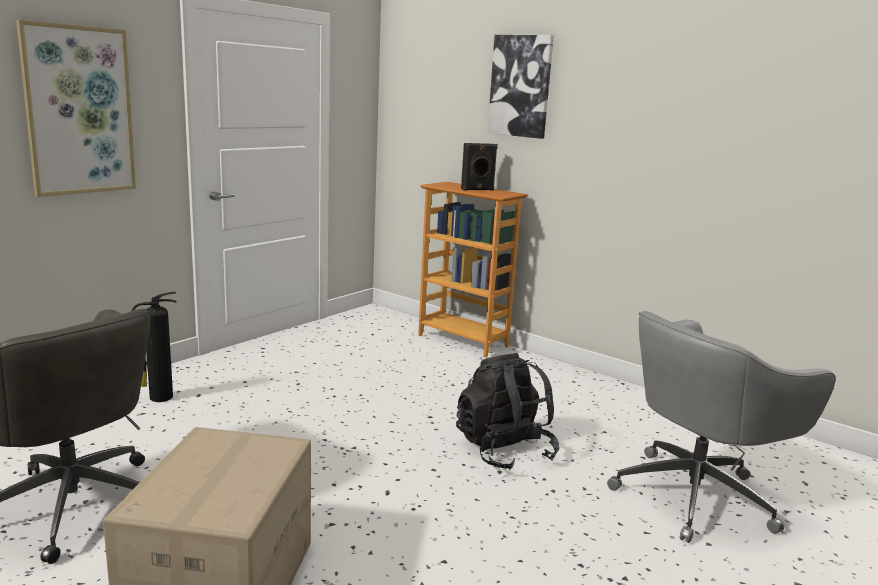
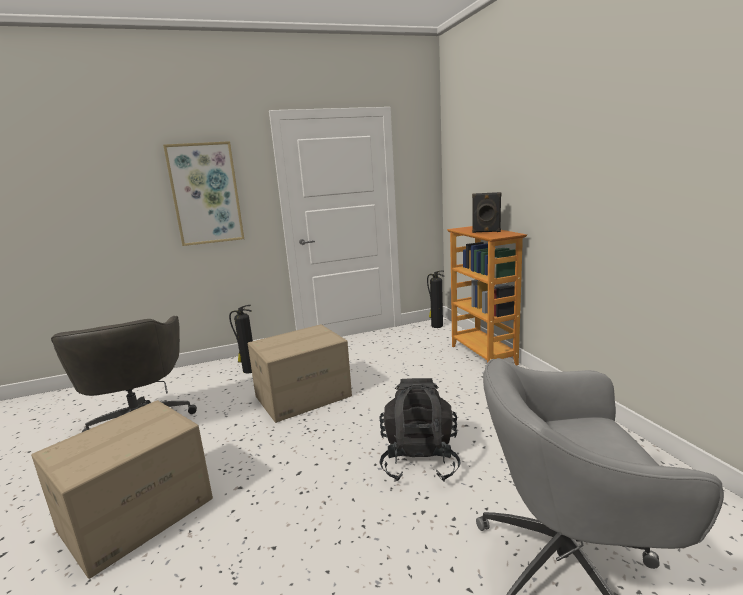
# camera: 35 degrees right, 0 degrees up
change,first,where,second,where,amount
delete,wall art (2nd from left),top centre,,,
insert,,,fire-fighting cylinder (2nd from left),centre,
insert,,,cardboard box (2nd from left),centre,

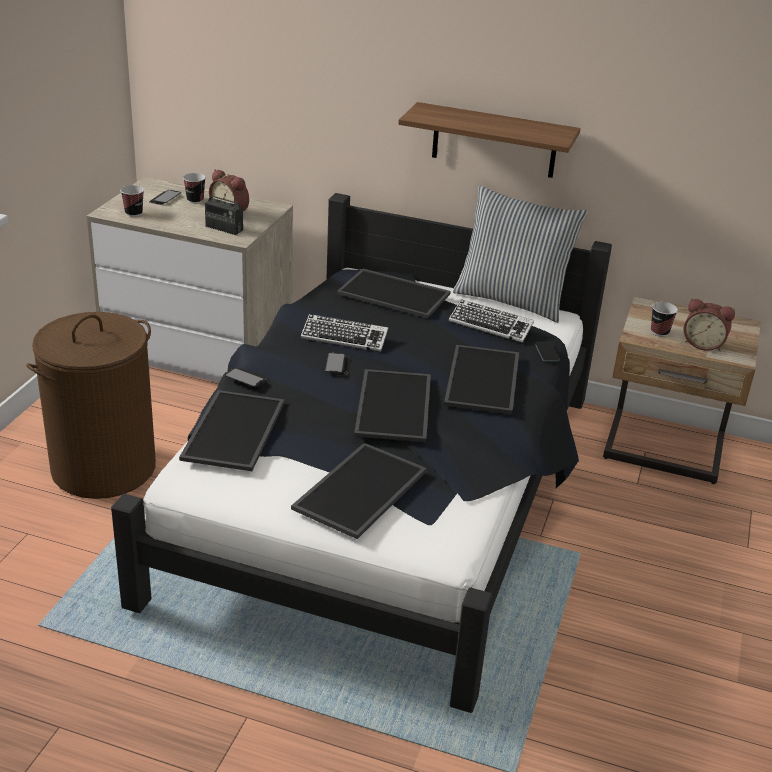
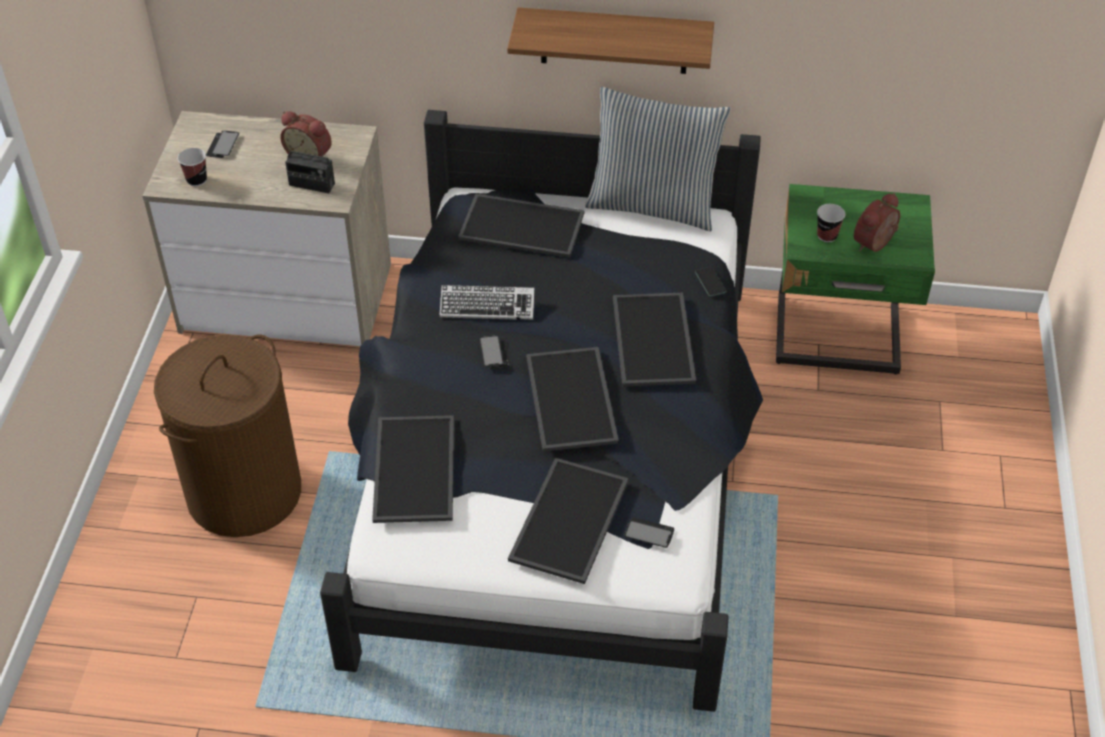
# camera: 10 degrees left, 15 degrees up
change,first,where,second,where,amount
delete,small cup (2nd from left),top left,,,
recolor,bedside table in sand-coloured,middle right,bedside table in green,middle right,
delete,PC keyboard (2nd from left),centre,,,
rotate,bedside clock (2nd from left),middle right,,top right,120 degrees clockwise
move,telephone (2nd from left in the first image),middle left,telephone (3rd from left),bottom centre,

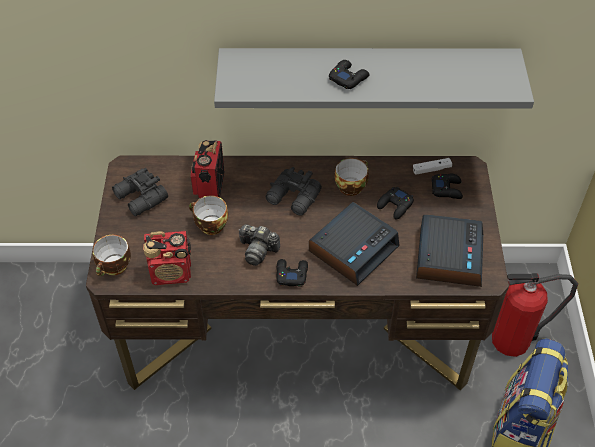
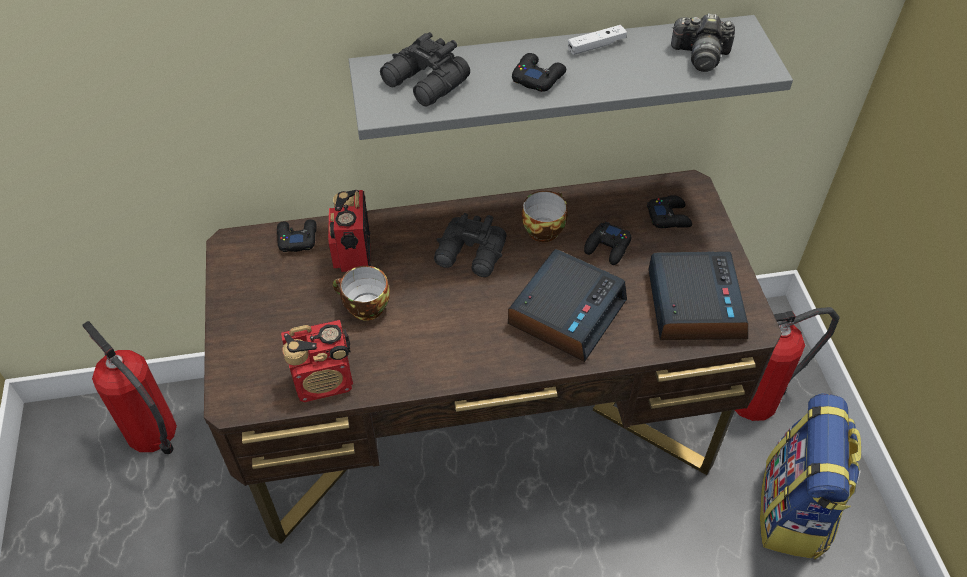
# camera: 10 degrees left, 0 degrees up
change,first,where,second,where,amount
move,joypad in whitish,middle right,,top centre,
move,pair of binoculars in black (1st from left),middle left,,top centre,
move,still camera,centre,,top right,
delete,small cup (1st from left),middle left,,,
move,joypad in black (1st from left),centre,,middle left,
insert,,,fire-fighting cylinder (1st from left),bottom left,

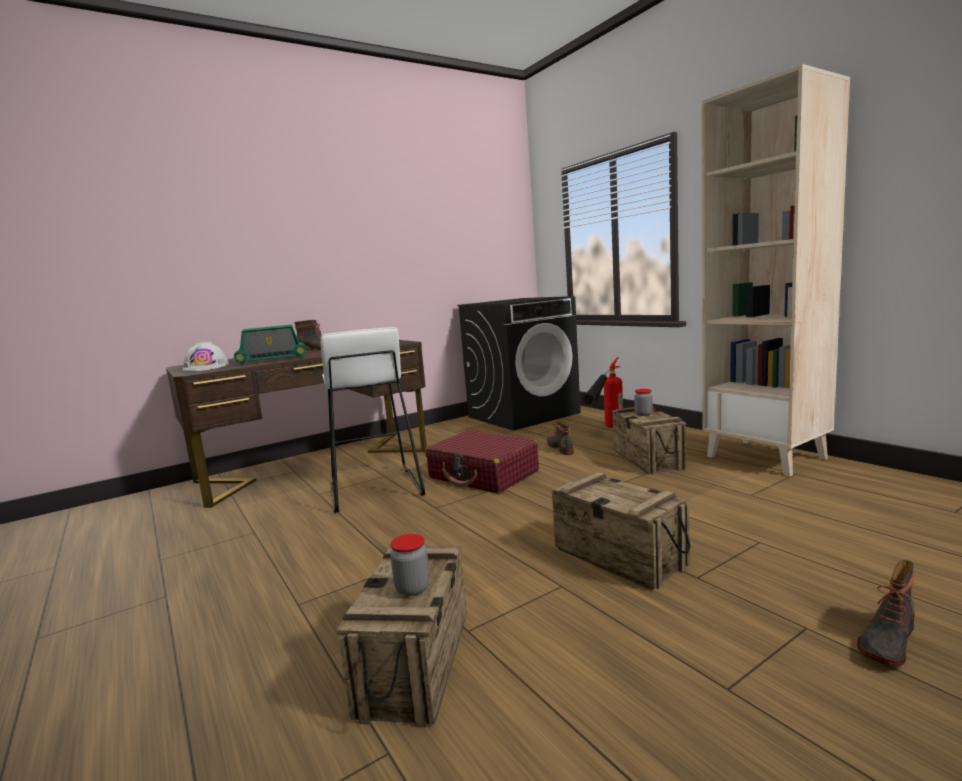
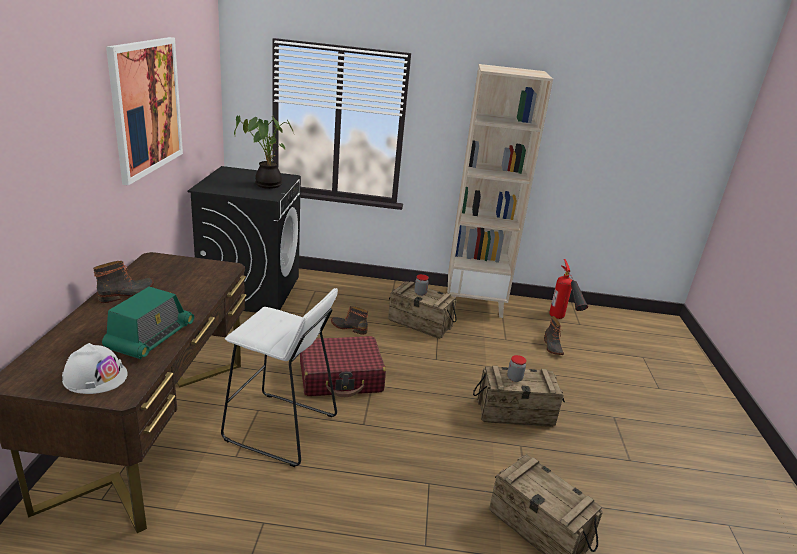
# camera: 55 degrees left, 15 degrees up
change,first,where,second,where,amount
move,fire-fighting cylinder,centre,,middle right,
move,storage jar (1st from left in the first image),bottom centre,storage jar (2nd from left),centre,
move,tall boot (3rd from left),bottom right,,middle right,
insert,,,wall art,top left,
insert,,,plant in a pot,top left,

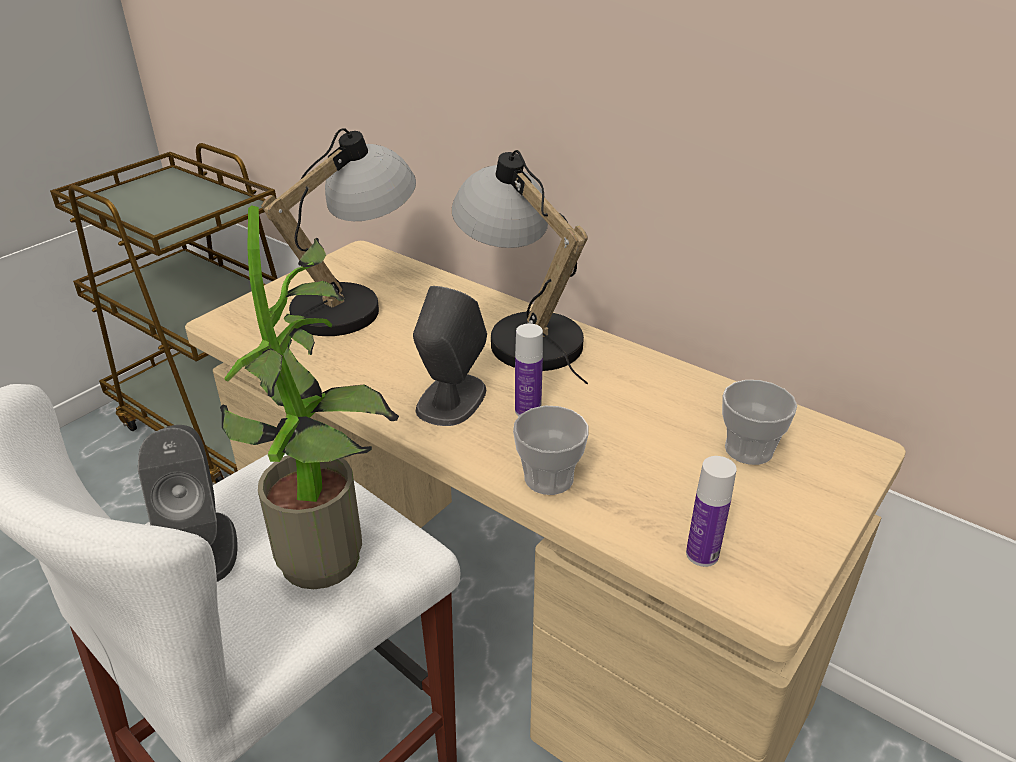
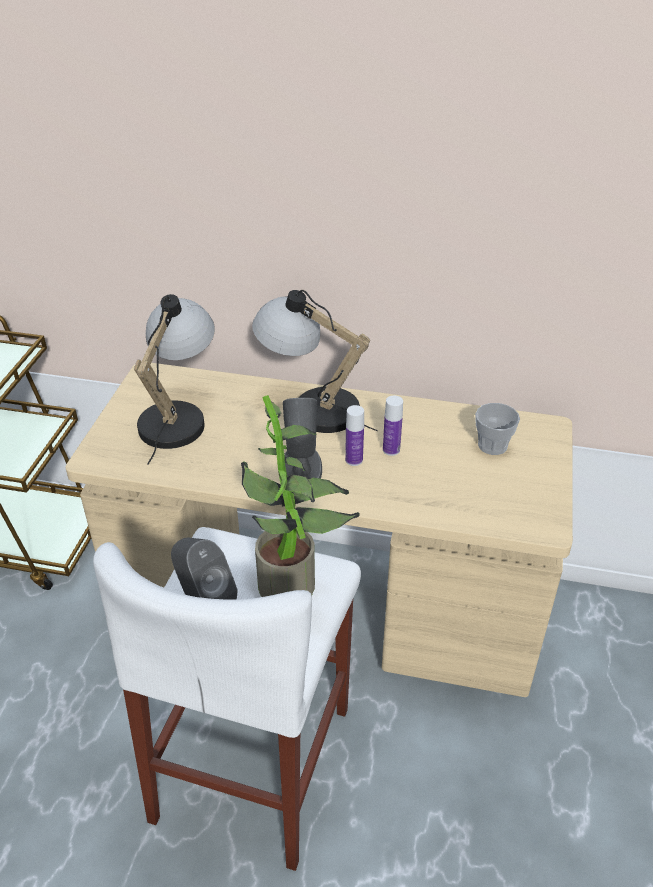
# camera: 25 degrees left, 5 degrees up
change,first,where,second,where,amount
delete,small cup (1st from left),centre,,,
move,beverage bottle (2nd from left),bottom right,,centre,

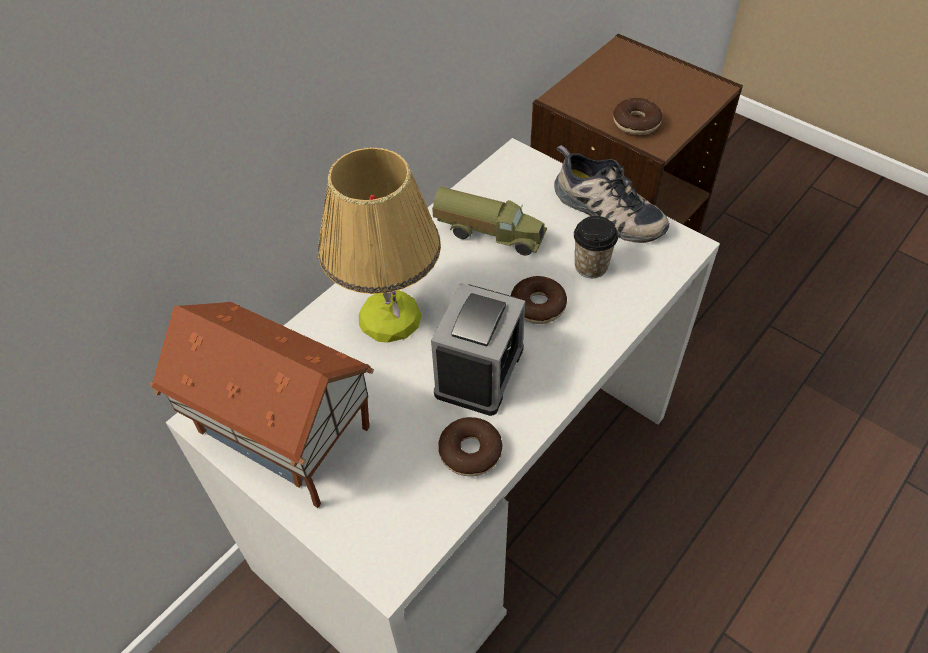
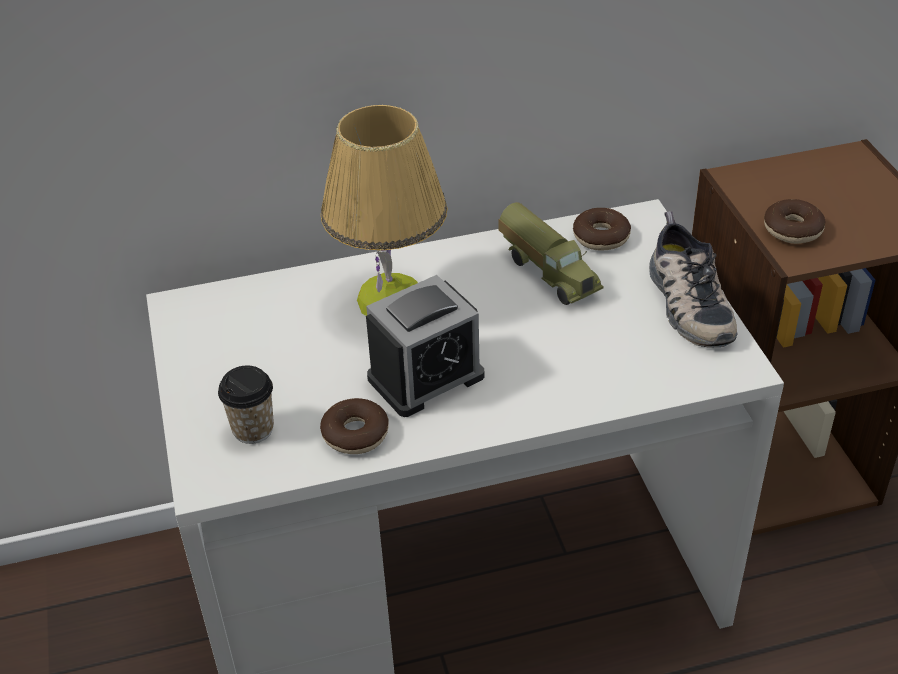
# camera: 35 degrees right, 10 degrees down
change,first,where,second,where,amount
move,small cup,centre,,middle left,
move,ring doughnut (2nd from left),centre,,middle right,
delete,toy house,middle left,,,

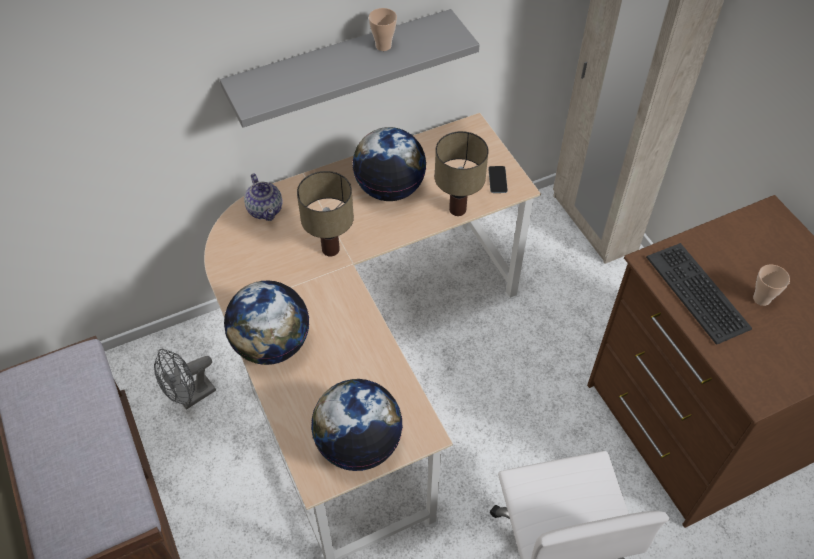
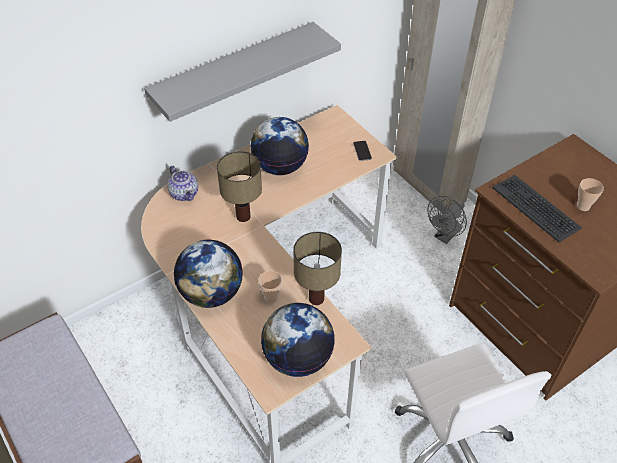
# camera: 10 degrees left, 5 degrees down
change,first,where,second,where,amount
move,small cup (1st from left),top centre,,centre,
move,tabletop lamp (2nd from left),top centre,,centre,
move,cooling fan in gray,bottom left,,middle right,

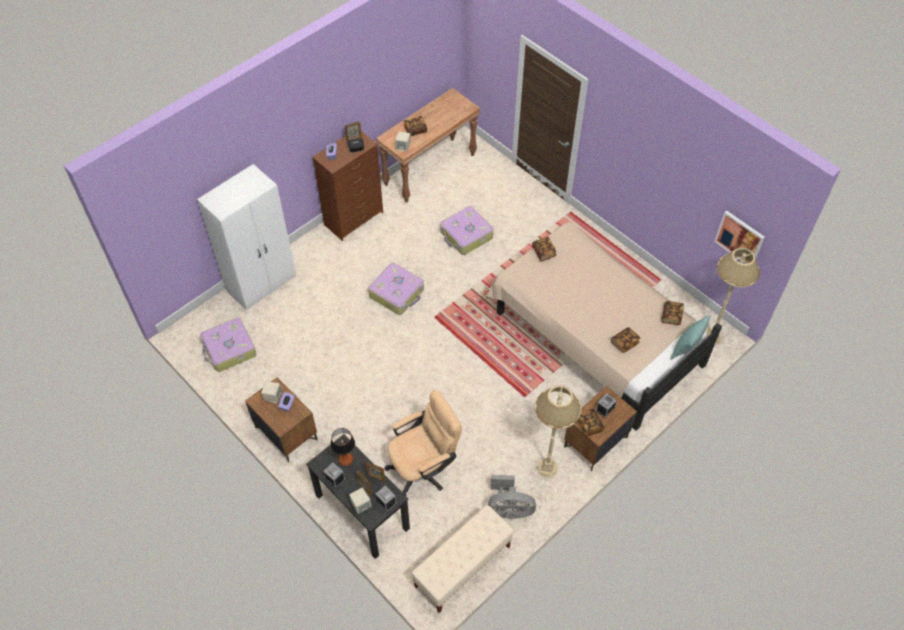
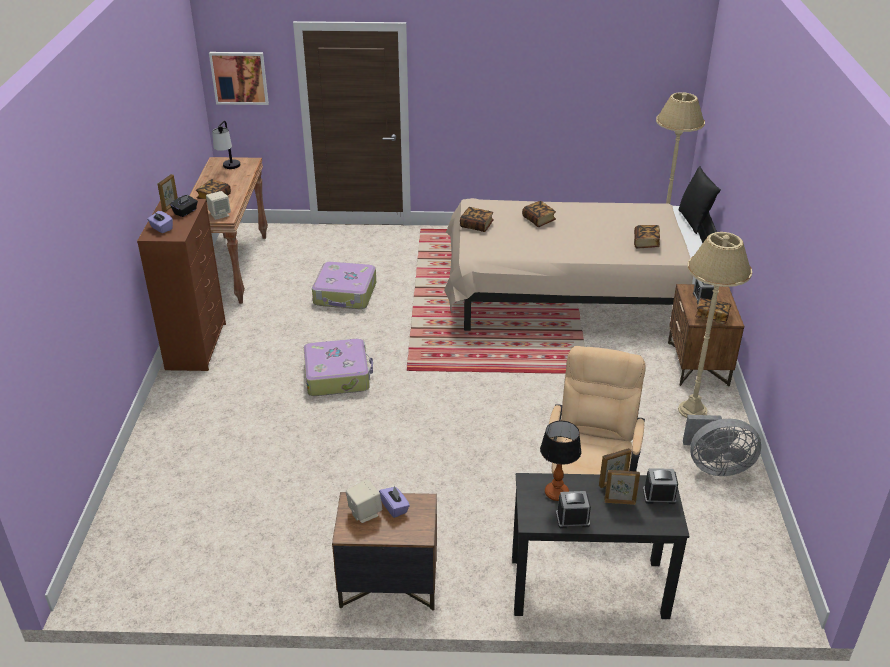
# camera: 45 degrees left, 20 degrees down
change,first,where,second,where,amount
delete,clothes cupboard in whitish,middle left,,,
move,wall art,middle right,,top left,
move,volume (5th from left in the first image),middle right,volume (3rd from left),top centre,
recolor,throw pillow in turquoise,middle right,throw pillow in black,top right,
delete,suitcase (1st from left),middle left,,,
rotate,cooling fan in gray,bottom centre,,bottom right,45 degrees clockwise
delete,audio speaker in sand-coloured (2nd from left),bottom centre,,,
delete,bench in sand-coloured,bottom centre,,,
insert,,,tabletop lamp (1st from left),top left,

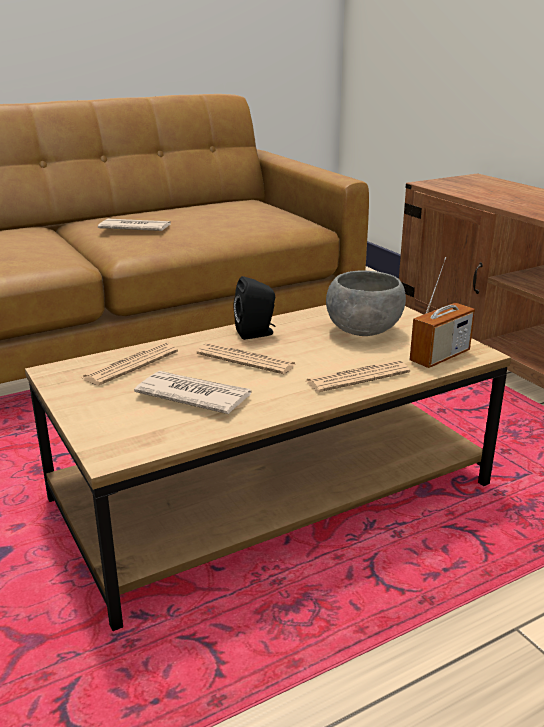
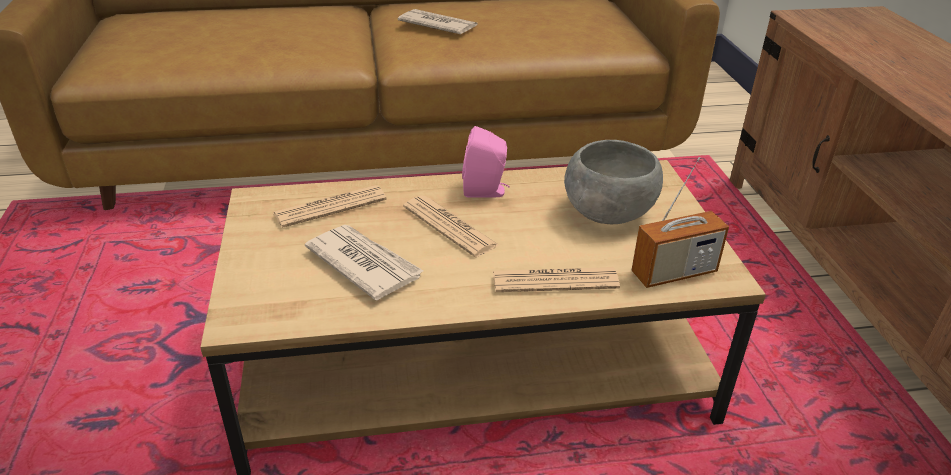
# camera: 20 degrees right, 10 degrees up
change,first,where,second,where,amount
recolor,audio speaker in black,centre,audio speaker in pinkish,centre,

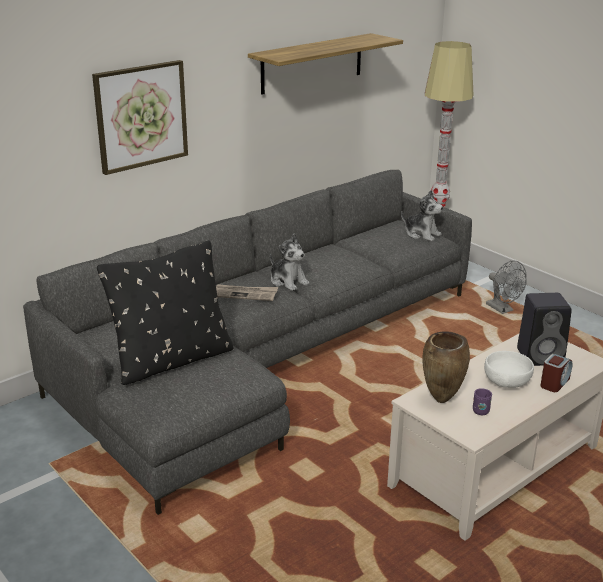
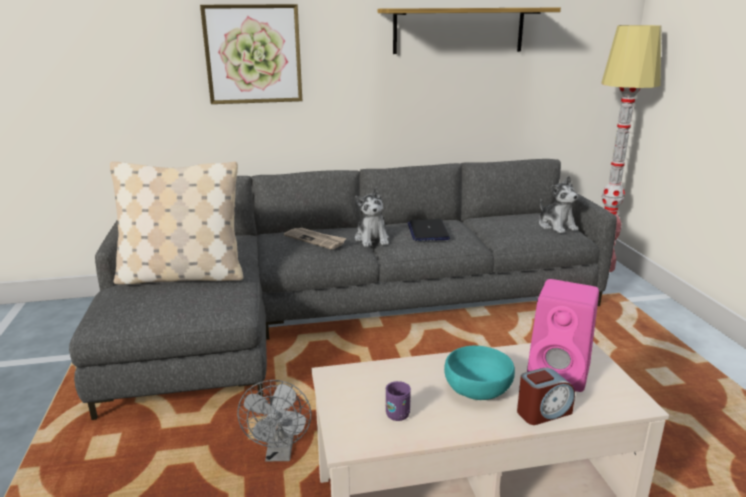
# camera: 30 degrees right, 5 degrees down
change,first,where,second,where,amount
recolor,throw pillow in black,middle left,throw pillow in sand-coloured,middle left,
move,cooling fan in gray,middle right,,bottom centre,
recolor,audio speaker in black,middle right,audio speaker in pinkish,bottom right,
delete,flower vase in brown,middle right,,,
recolor,bowl in whitish,middle right,bowl in turquoise,bottom centre,
insert,,,portable computer,centre,

